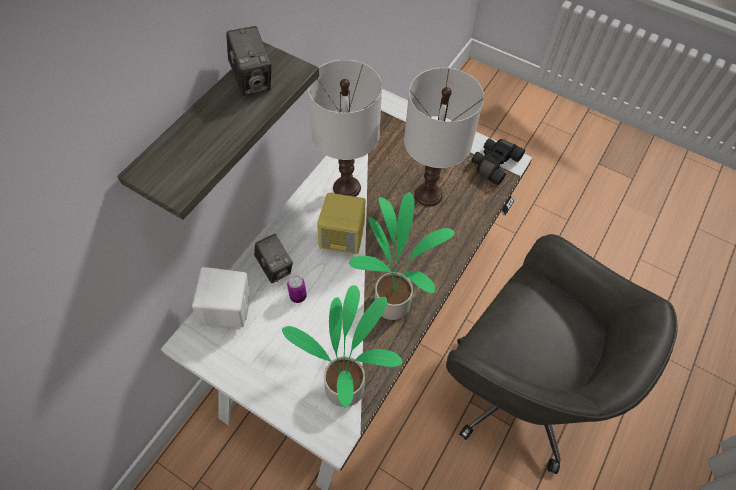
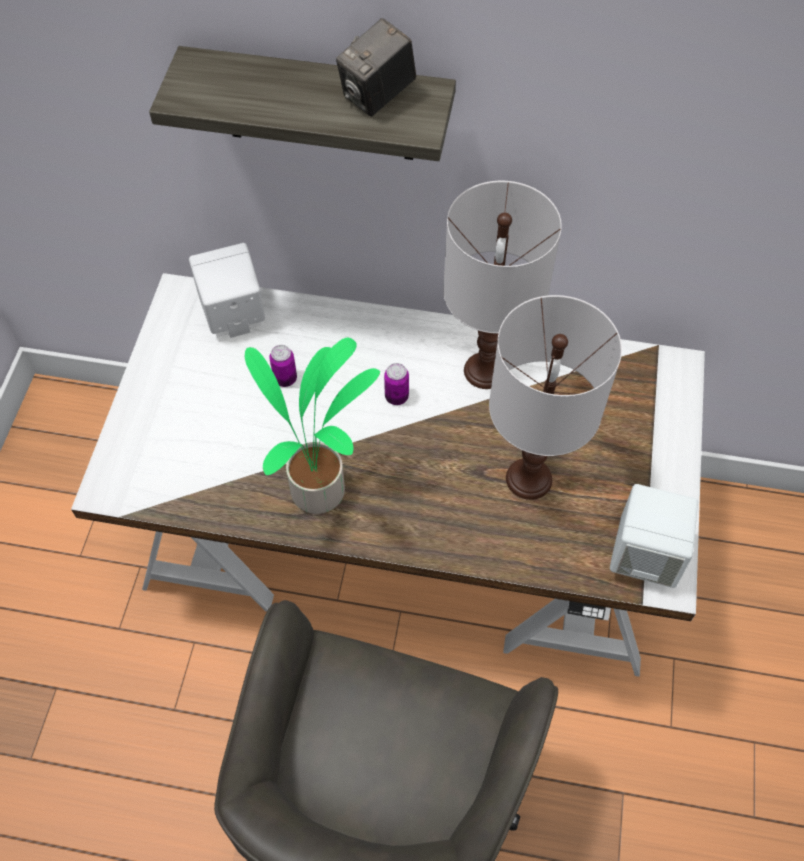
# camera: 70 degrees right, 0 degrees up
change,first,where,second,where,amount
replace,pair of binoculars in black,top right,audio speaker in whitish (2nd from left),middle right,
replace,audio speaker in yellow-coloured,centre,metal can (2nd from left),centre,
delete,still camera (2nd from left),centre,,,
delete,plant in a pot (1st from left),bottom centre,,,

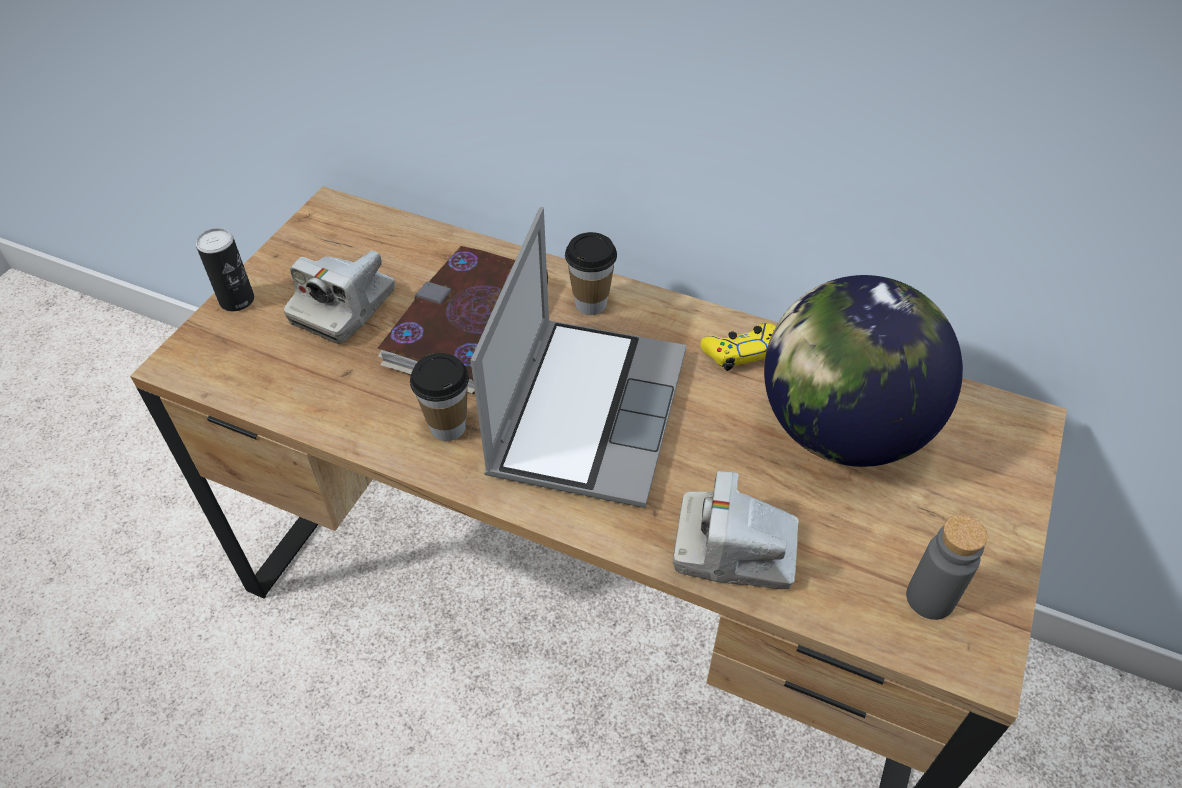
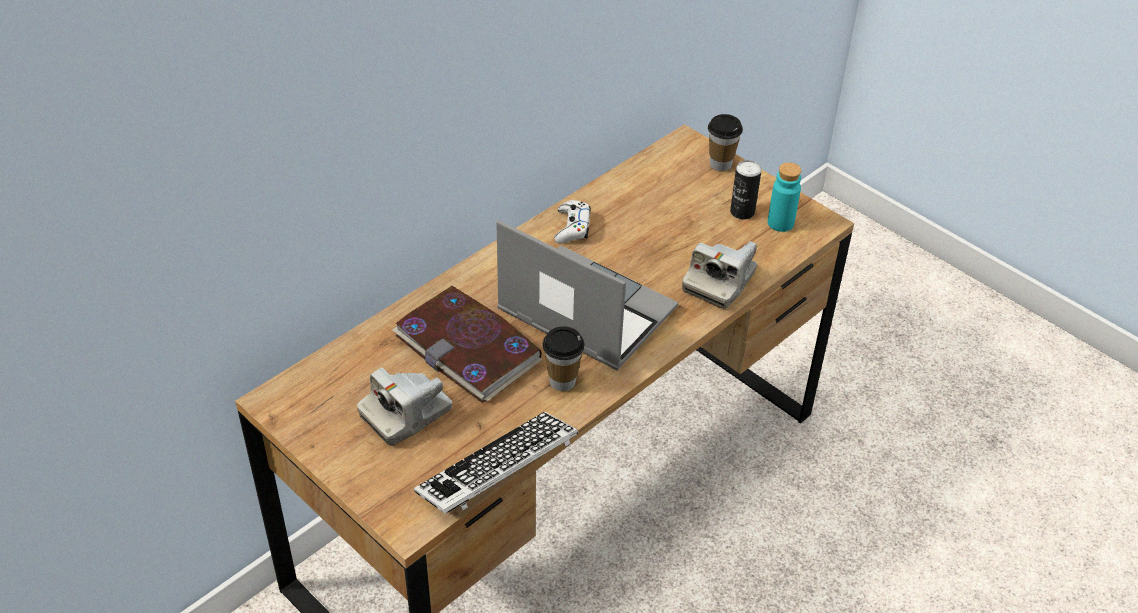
# camera: 70 degrees left, 5 degrees down
change,first,where,second,where,amount
move,metal can,middle left,,top centre,
move,small cup (2nd from left),centre,,top centre,
rotate,still camera (1st from left),middle left,,centre,90 degrees clockwise
delete,desk globe,middle right,,,
recolor,joypad in yellow-coloured,centre,joypad in whitish,centre,
recolor,beverage bottle in gray,bottom right,beverage bottle in turquoise,top right,
insert,,,PC keyboard,bottom centre,

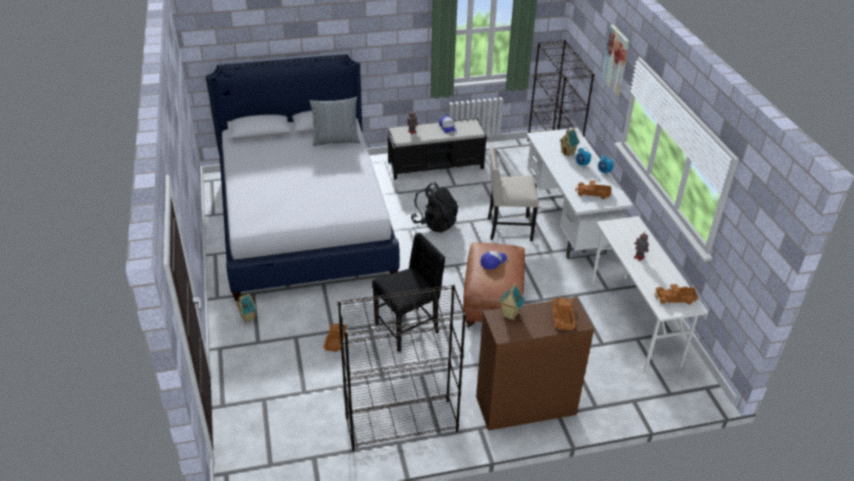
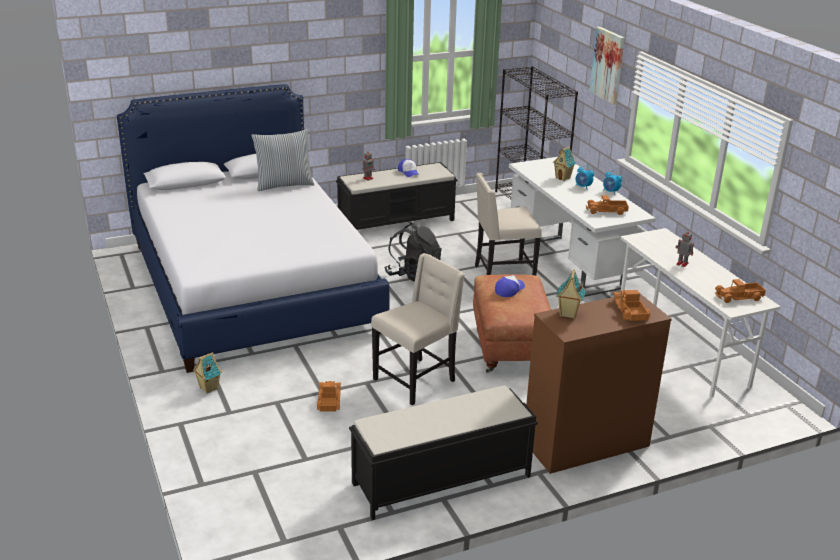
# camera: 10 degrees left, 10 degrees down
change,first,where,second,where,amount
recolor,upright chair in black,centre,upright chair in sand-coloured (1st from left),centre,
replace,bookcase in black (1st from left),bottom centre,bench in black (2nd from left),bottom centre,

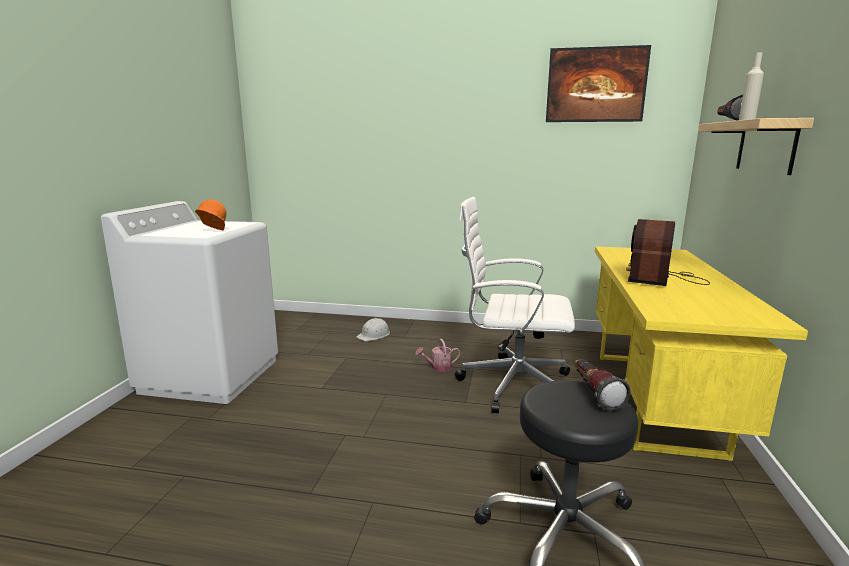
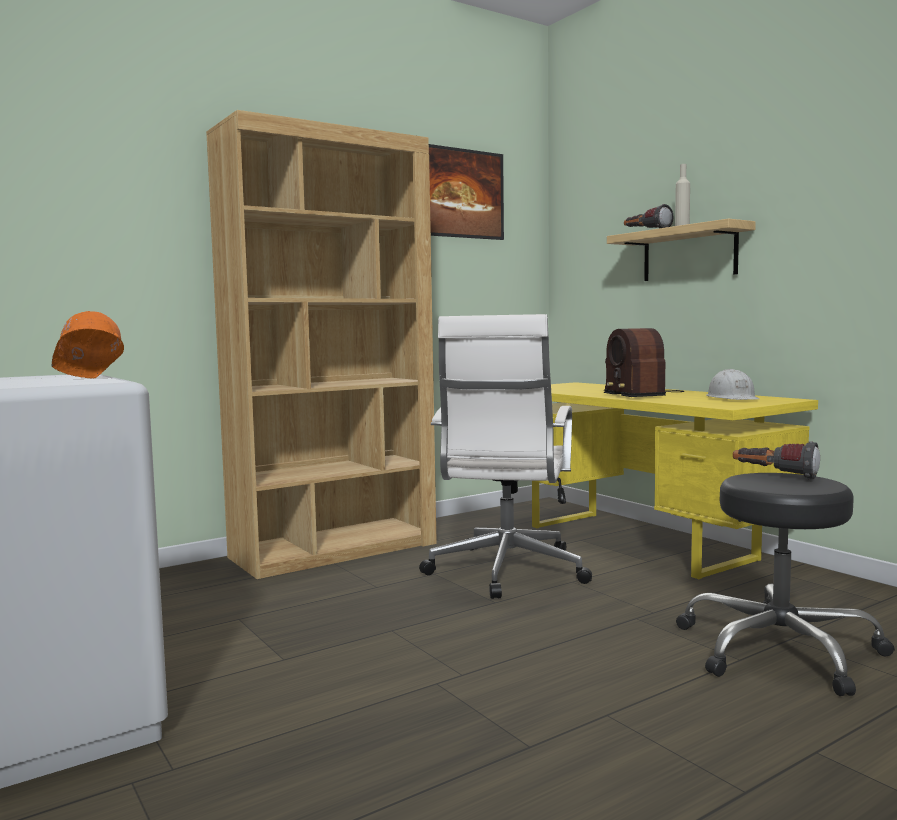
# camera: 45 degrees left, 10 degrees down
change,first,where,second,where,amount
rotate,office chair in whitish,centre,,centre,45 degrees counterclockwise
move,work helmet in whitish,centre,,middle right,
delete,watering can,centre,,,
insert,,,bookcase in brown,centre,

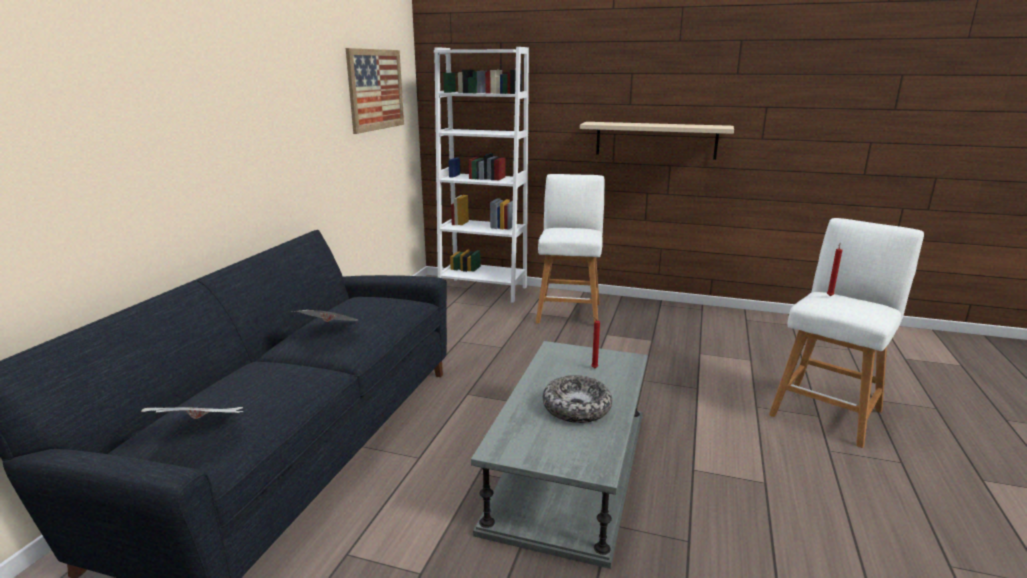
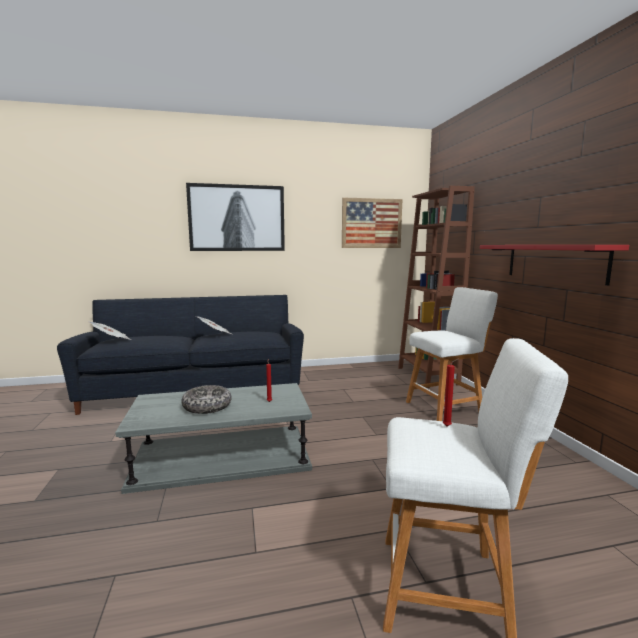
# camera: 60 degrees right, 10 degrees down
change,first,where,second,where,amount
recolor,bookcase in whitish,top centre,bookcase in brown,middle right,
recolor,shelf in sand-coloured,top centre,shelf in red,middle right,
insert,,,wall art (1st from left),centre,

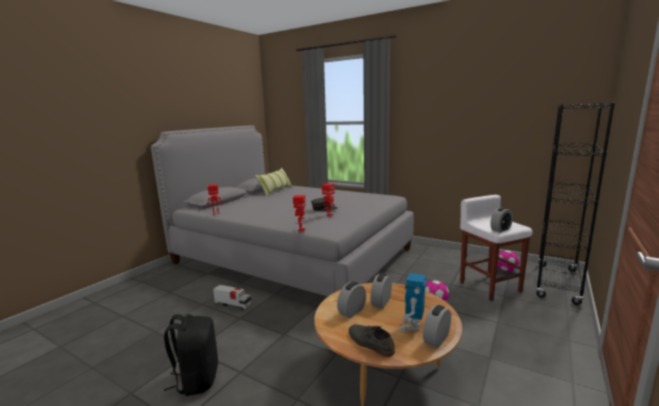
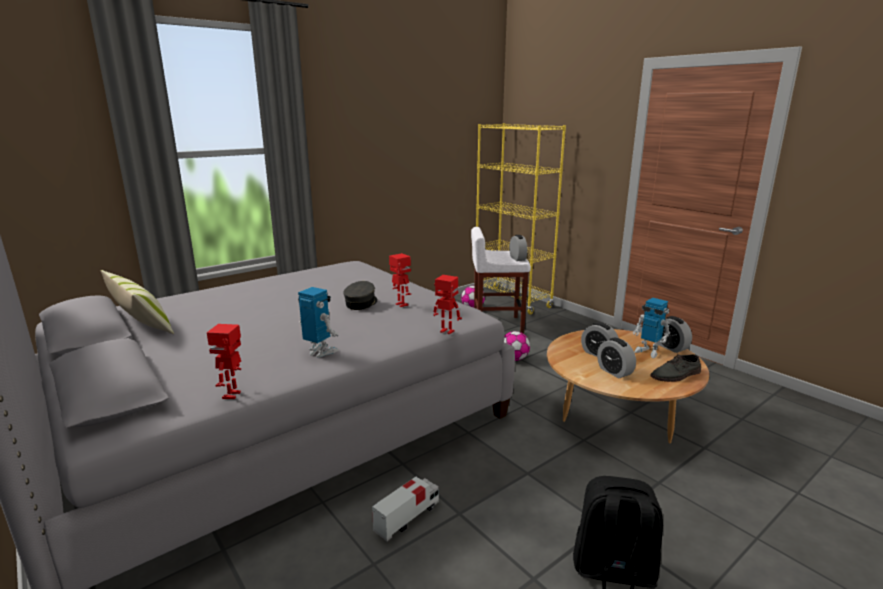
# camera: 70 degrees left, 5 degrees up
change,first,where,second,where,amount
recolor,bookcase in black,middle right,bookcase in yellow-coloured,centre,
insert,,,toy robot (2nd from left),centre,

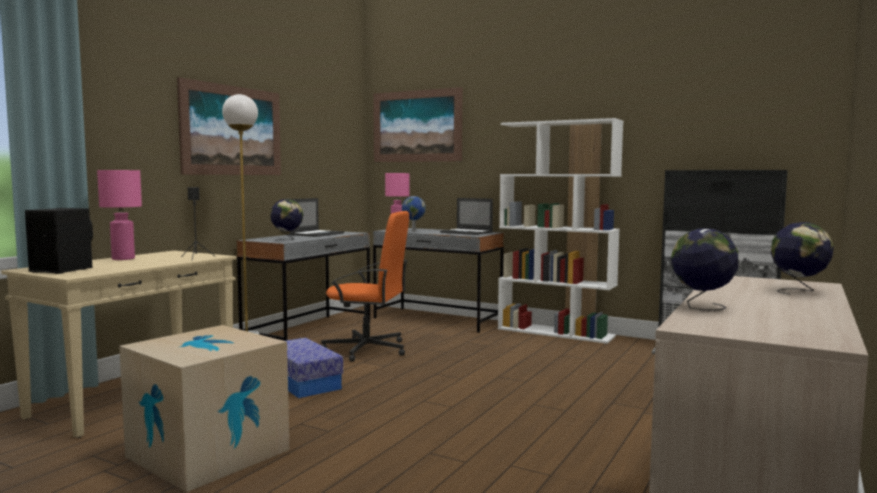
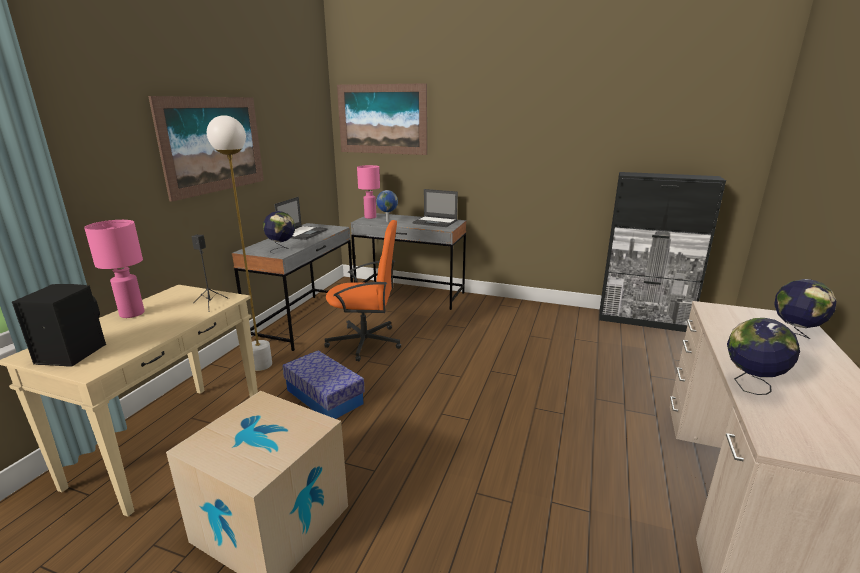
# camera: 10 degrees left, 15 degrees up
change,first,where,second,where,amount
delete,bookcase in whitish,centre,,,

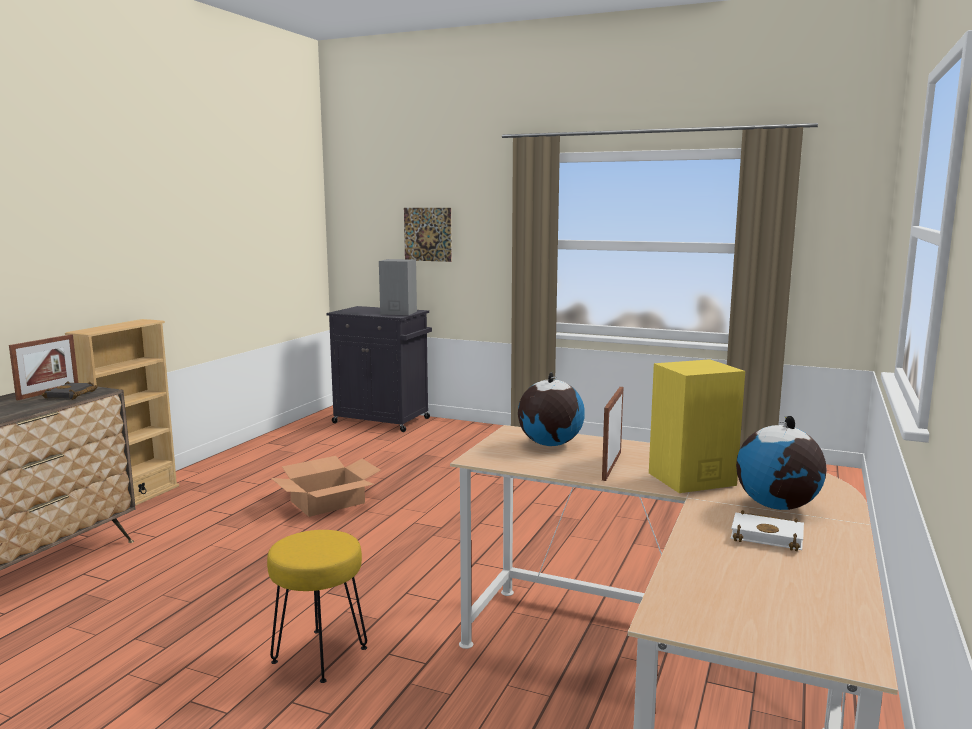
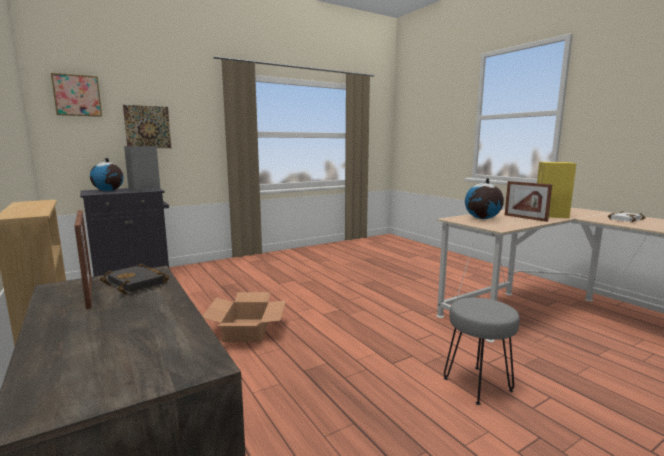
# camera: 55 degrees left, 0 degrees up
change,first,where,second,where,amount
move,desk globe (2nd from left in the first image),middle right,desk globe (1st from left),middle left,
recolor,stool in yellow-coloured,bottom left,stool in gray,bottom right,
insert,,,wall art (1st from left),top left,

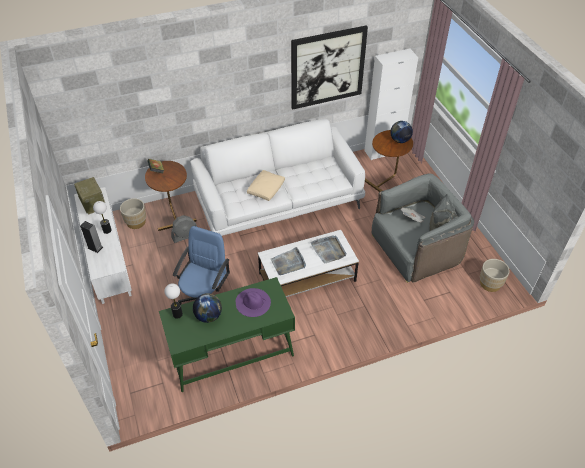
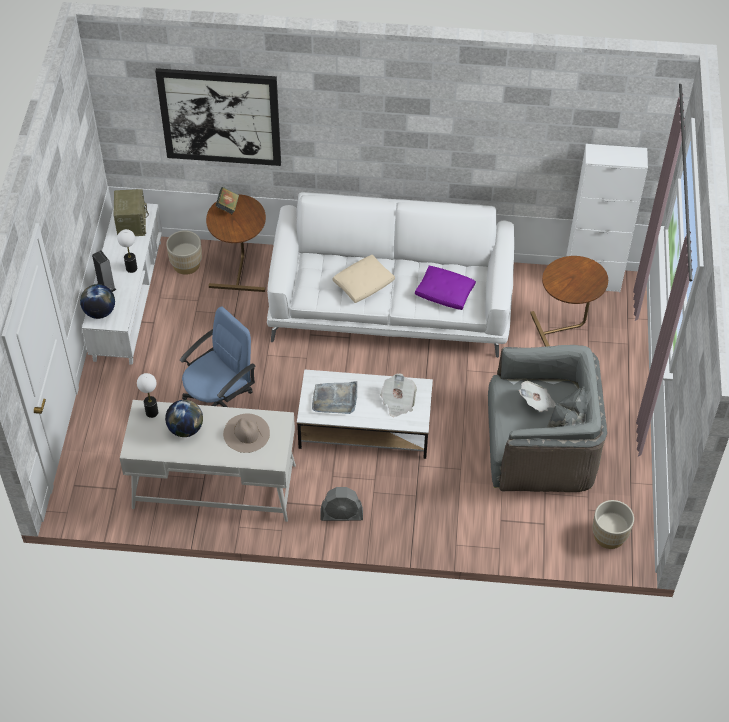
# camera: 25 degrees right, 5 degrees up
change,first,where,second,where,amount
move,wall art,top centre,,top left,
move,desk globe (2nd from left in the first image),top right,desk globe (1st from left),middle left,
move,cooling fan in gray,middle left,,bottom centre,
replace,serving tray in gray (2nd from left),centre,daily paper (1st from left),centre,
recolor,desk in green,bottom centre,desk in whitish,middle left,
recolor,hat in purple,centre,hat in sand-coloured,centre,
insert,,,throw pillow in purple,centre,

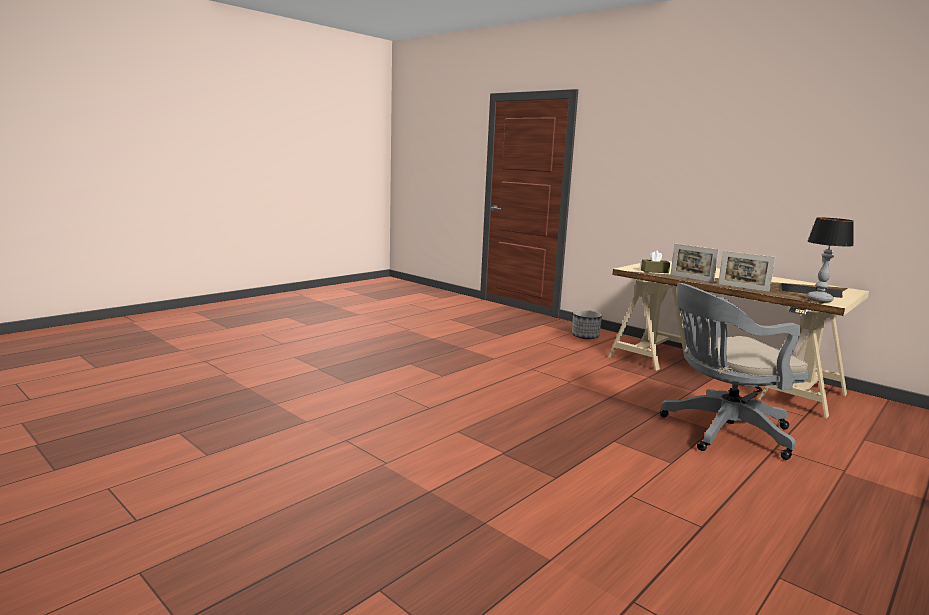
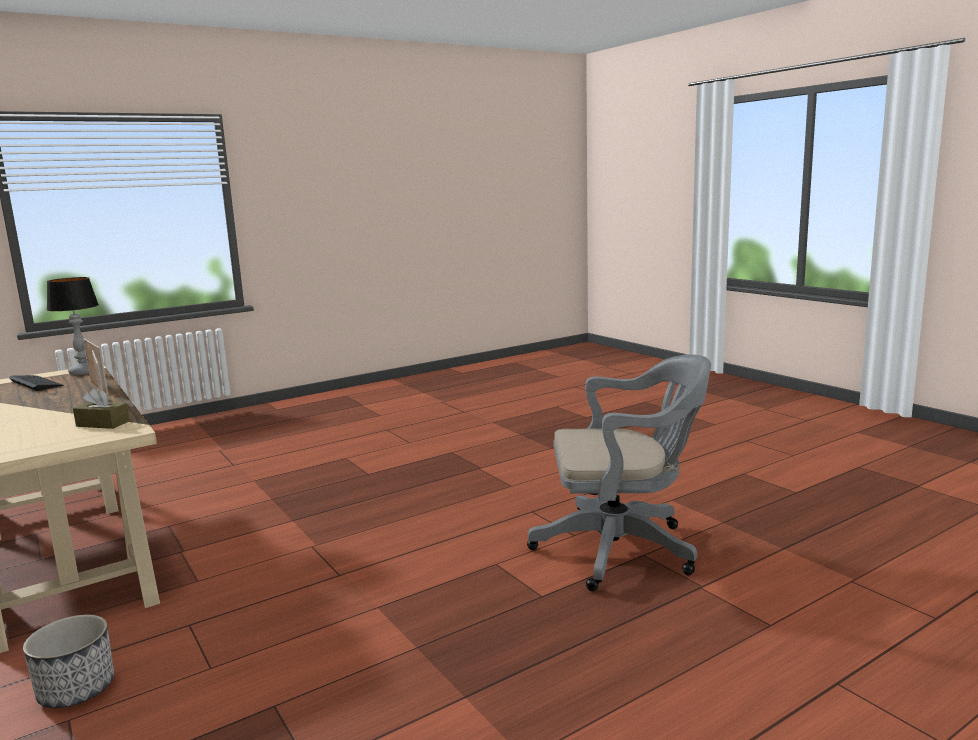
# camera: 165 degrees left, 0 degrees up
change,first,where,second,where,amount
move,office chair in gray,middle right,,centre,

